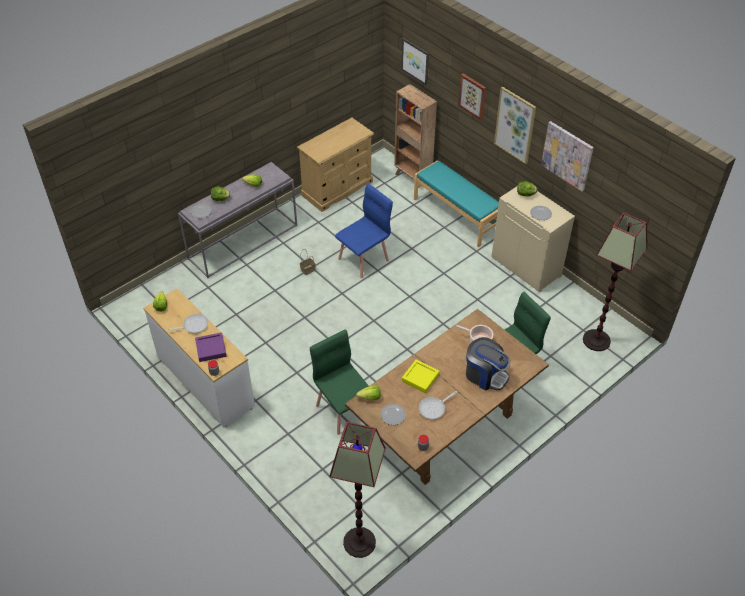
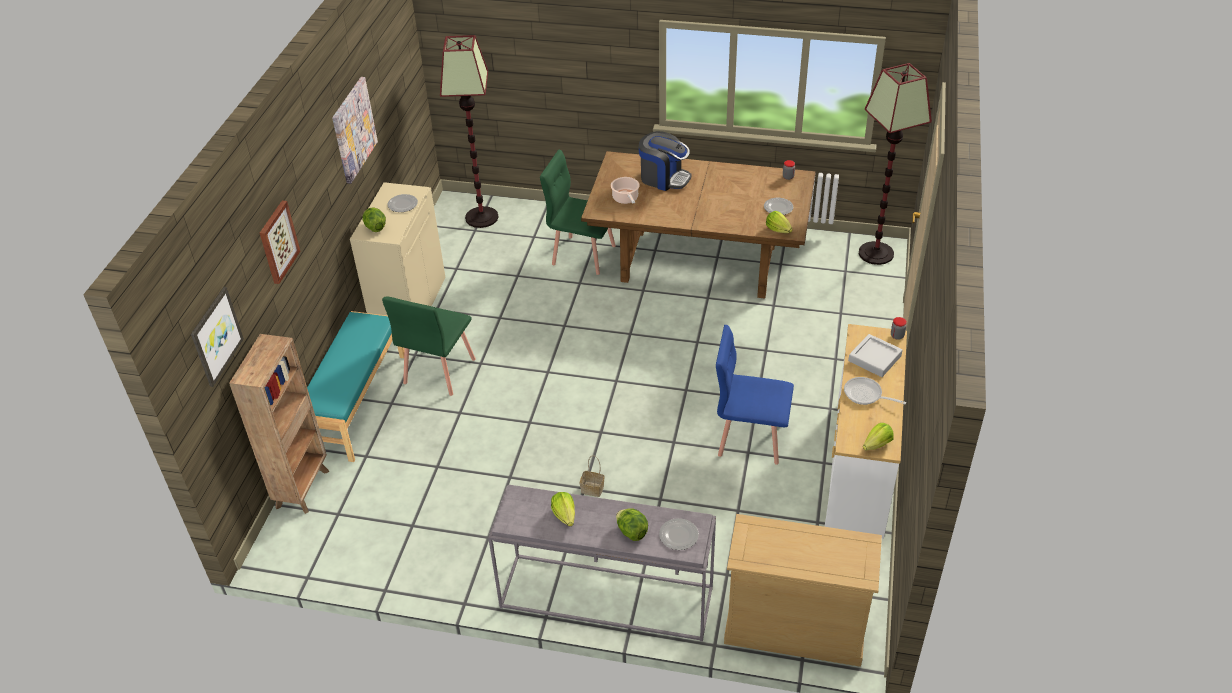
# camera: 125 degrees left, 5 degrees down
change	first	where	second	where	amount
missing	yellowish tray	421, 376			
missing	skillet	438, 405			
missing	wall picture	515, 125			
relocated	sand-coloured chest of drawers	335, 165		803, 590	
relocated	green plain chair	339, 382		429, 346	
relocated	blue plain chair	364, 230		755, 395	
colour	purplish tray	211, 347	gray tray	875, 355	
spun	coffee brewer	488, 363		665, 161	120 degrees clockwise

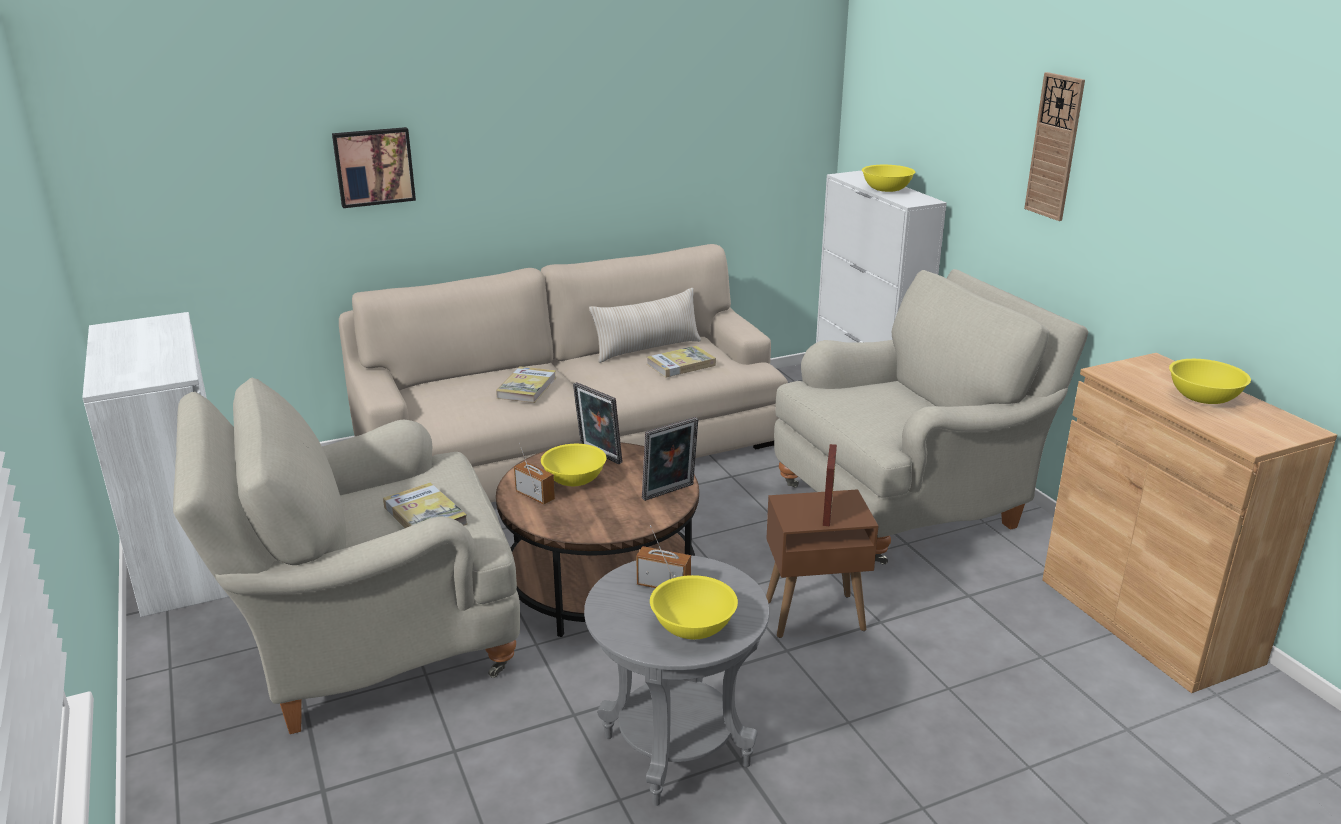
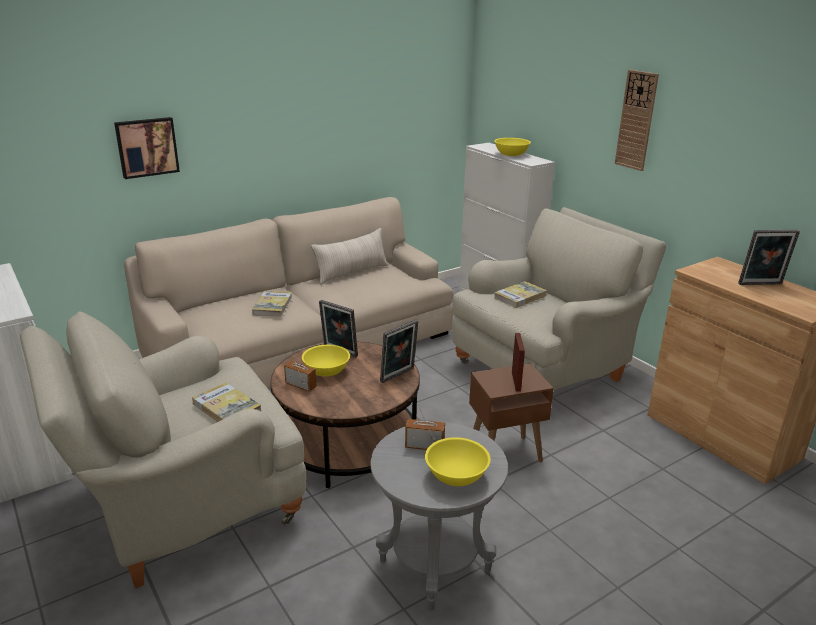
# camera: 10 degrees left, 0 degrees up
change	first	where	second	where	amount
relocated	book	681, 362		520, 294	
exchanged	yellowish bowl	1210, 381	photo frame	769, 257	

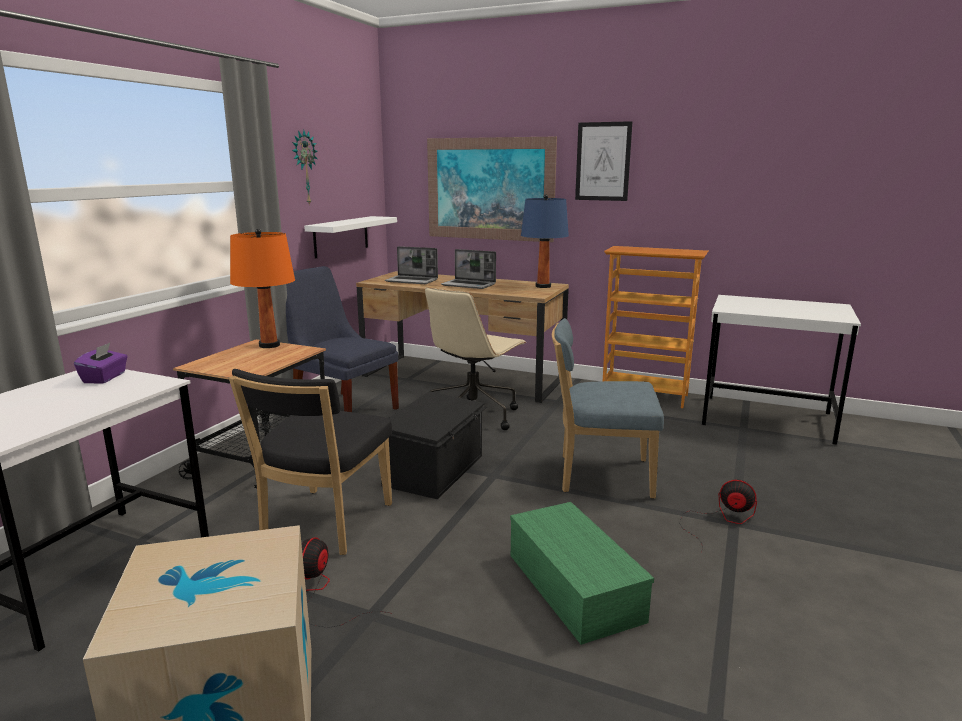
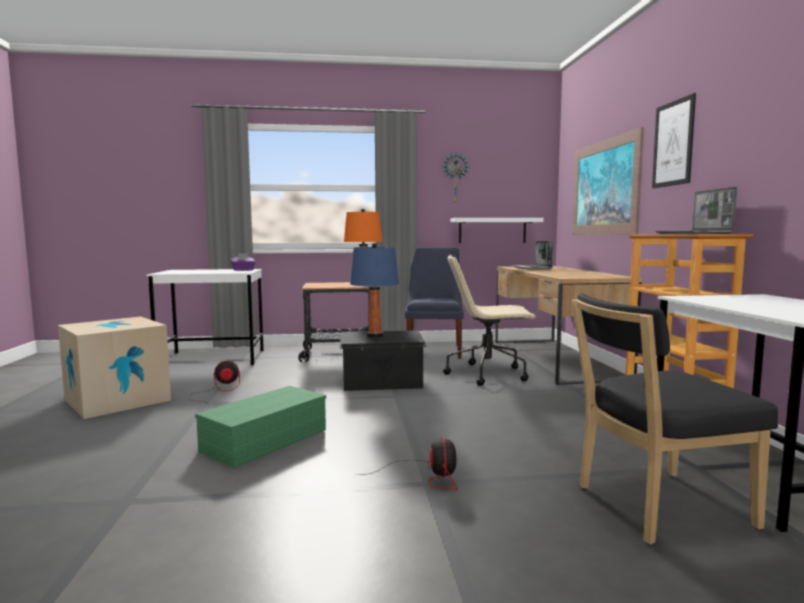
# camera: 60 degrees right, 10 degrees down
change	first	where	second	where	amount
missing	blue plain chair	608, 408			
relocated	black-coloured plain chair	310, 462		675, 418	
relocated	laptop	468, 269		696, 210	
relocated	blue tabletop lamp	545, 241		374, 290	

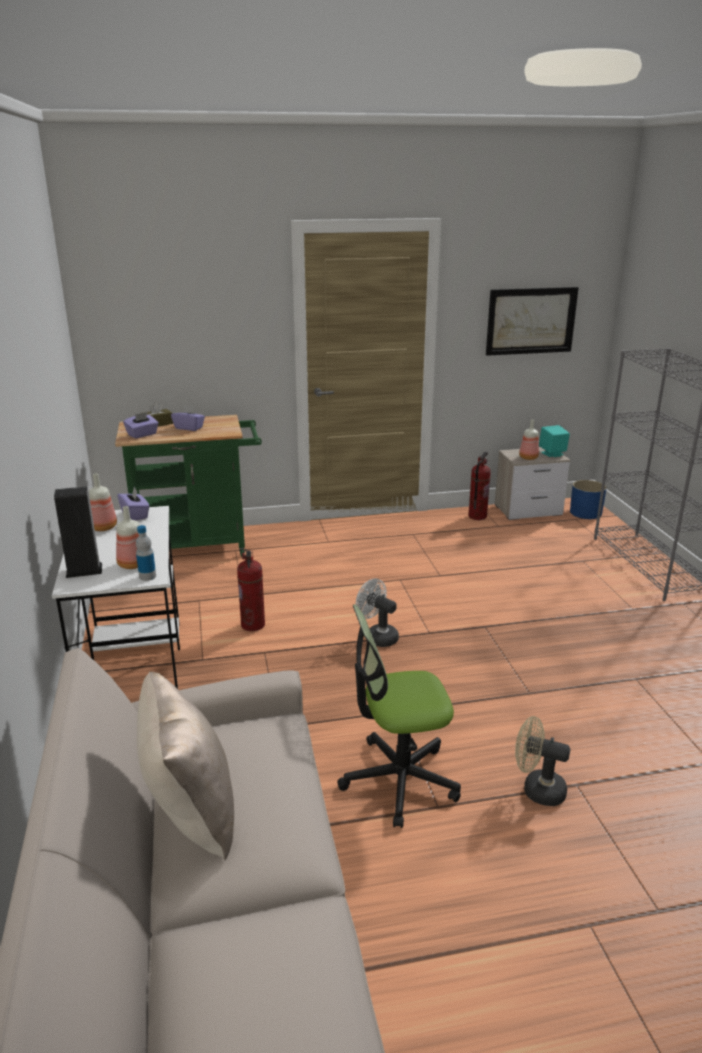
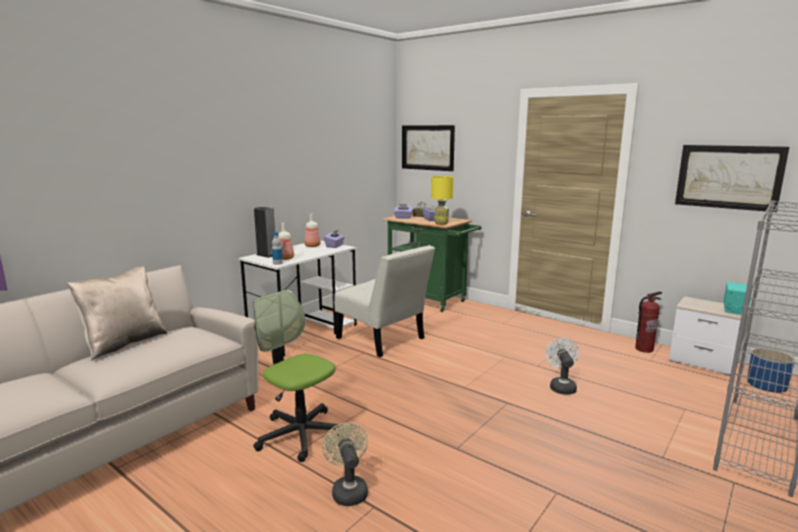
# camera: 50 degrees right, 10 degrees down
change	first	where	second	where	amount
missing	bottle	529, 439			
appeared			wall picture	428, 148	
appeared			yellowish tabletop lamp	442, 200	
relocated	white-coloured fan	377, 613		562, 366	
exchanged	fire extinguisher	251, 590	white-coloured plain chair	384, 301	

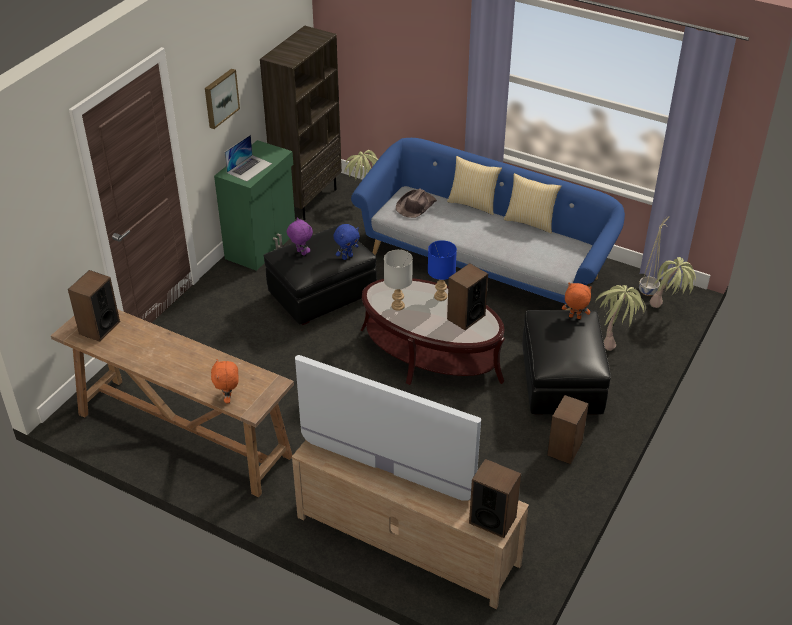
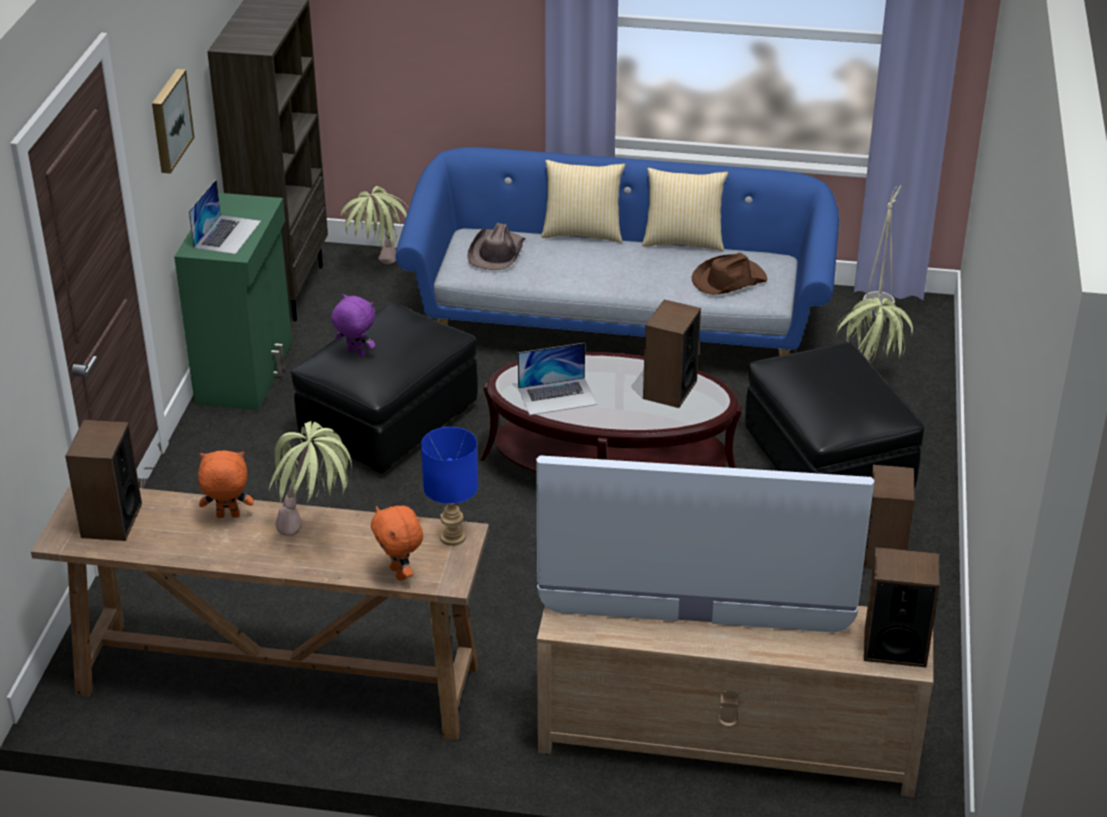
# camera: 20 degrees left, 5 degrees down
change	first	where	second	where	amount
missing	blue plush toy	346, 242			
appeared			brownish clothing hat	729, 274	
relocated	blue tabletop lamp	442, 270		449, 486	
relocated	orangey plush toy	577, 300		226, 484	
relocated	plant in a pot	673, 282		310, 478	
exchanged	gray tabletop lamp	398, 280	laptop	557, 379	

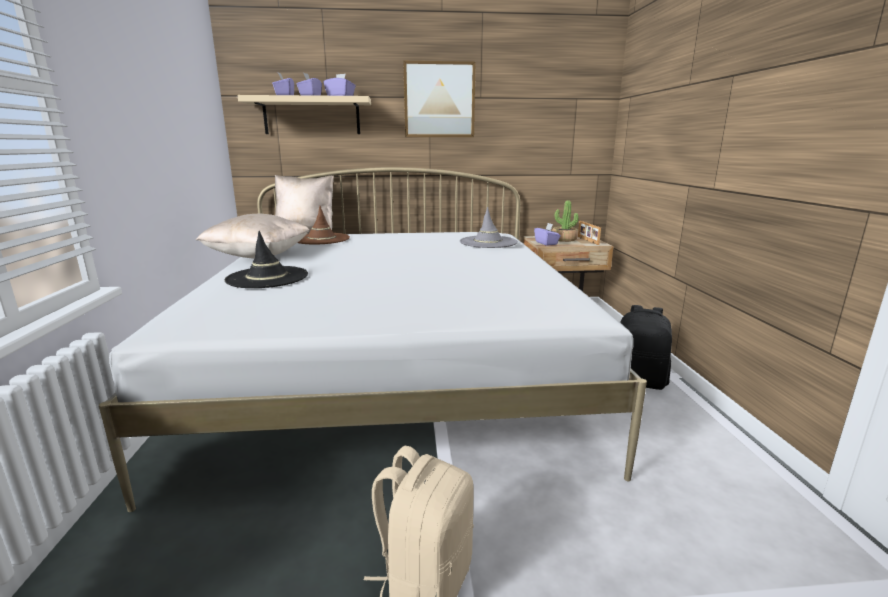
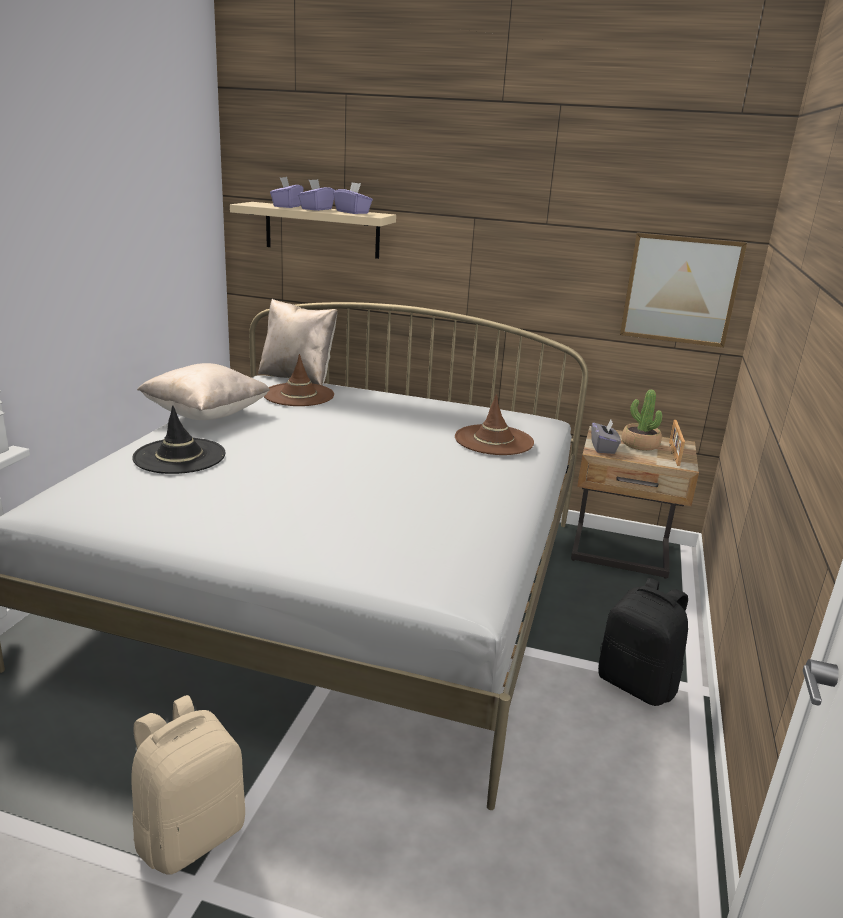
# camera: 20 degrees right, 5 degrees up
change	first	where	second	where	amount
relocated	wall picture	439, 99		683, 290	
colour	gray clothing hat	489, 227	brownish clothing hat	494, 424	
colour	purplish box of tissues	547, 234	gray box of tissues	606, 437	

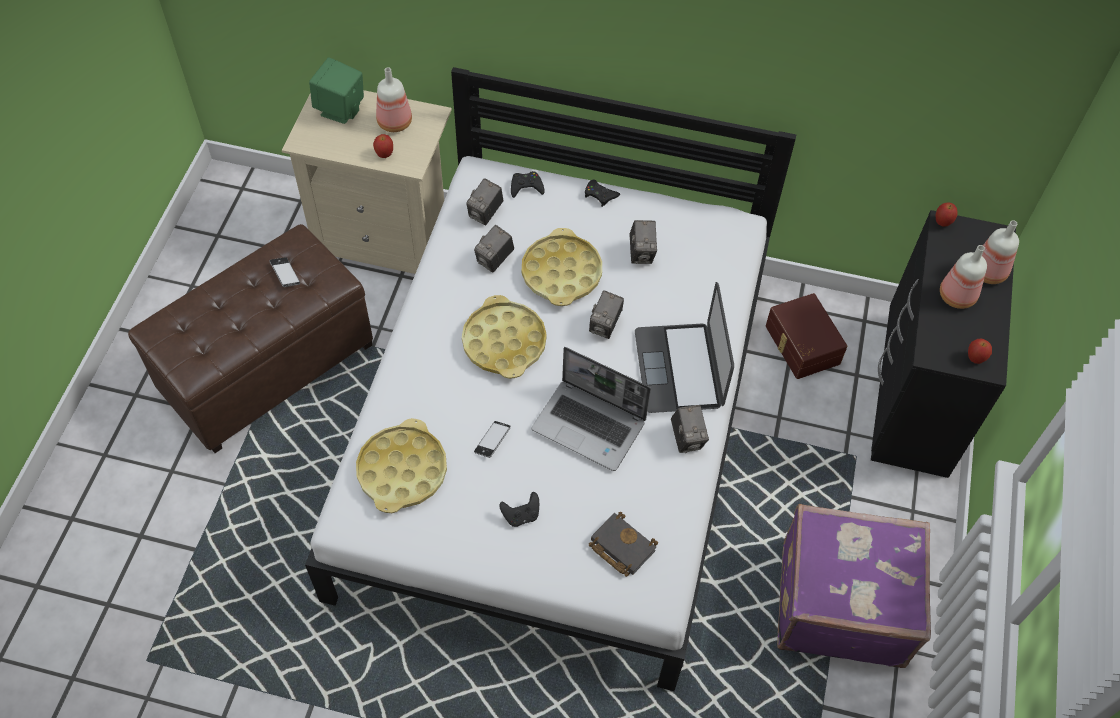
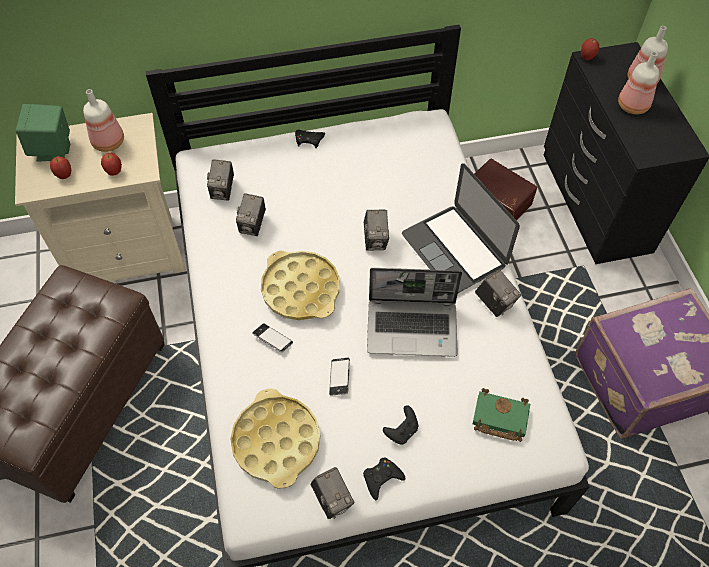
# camera: 25 degrees left, 0 degrees up
change	first	where	second	where	amount
missing	yellowish tray	562, 267			
relocated	telephone	285, 272		272, 337	
relocated	black-coloured gamepad	527, 184		384, 479	
relocated	photo camera	643, 242		333, 493	
relocated	apple fruit	980, 351		60, 167	
colour	black-coloured book	623, 544	green book	501, 415	

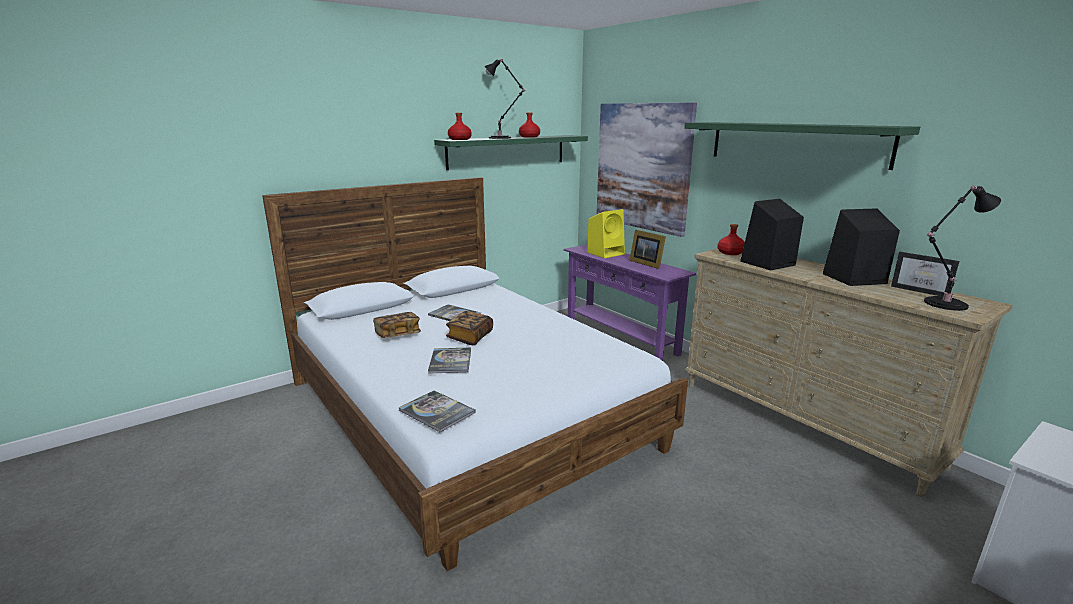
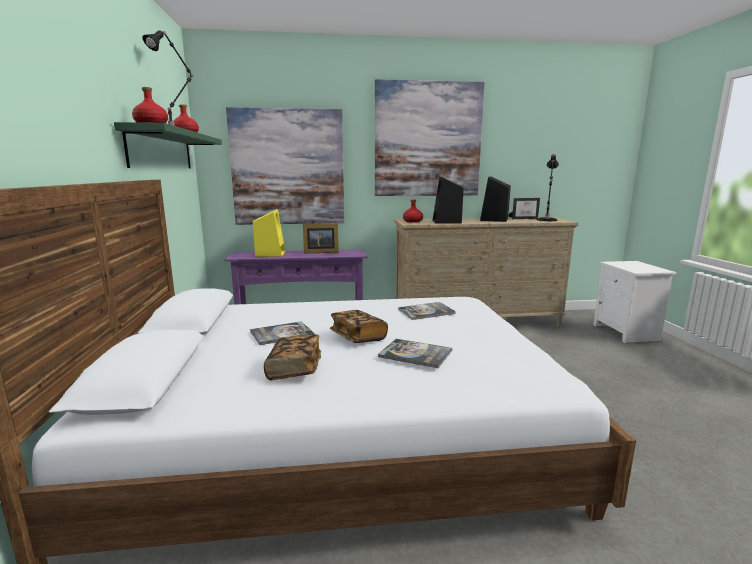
# camera: 60 degrees left, 5 degrees down
change	first	where	second	where	amount
relocated	book	437, 411		427, 311	
exchanged	green shelf	802, 146	wall picture	430, 137	

